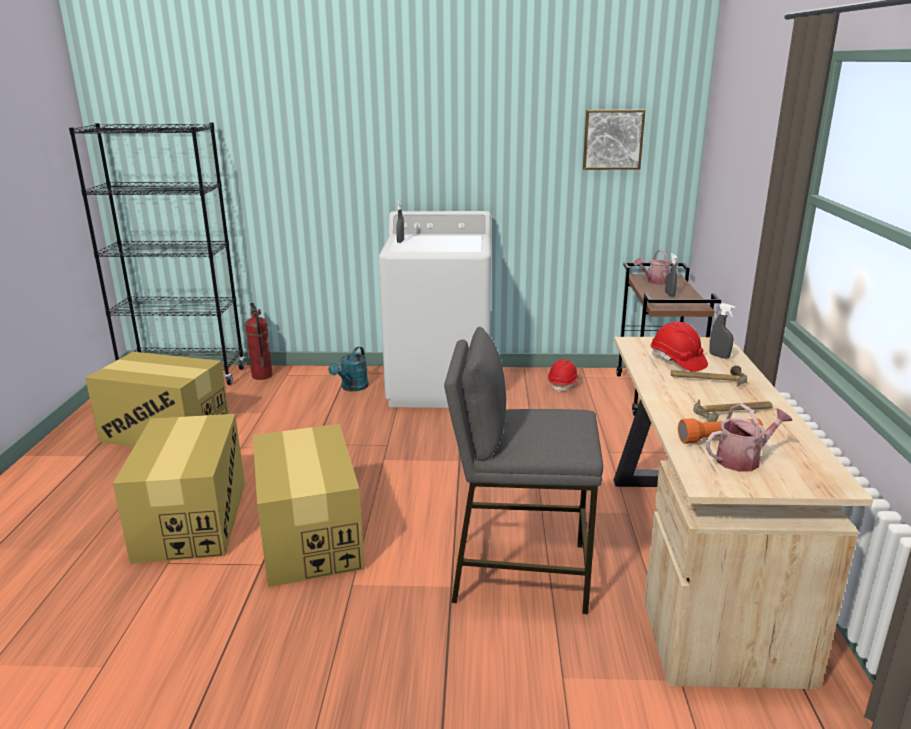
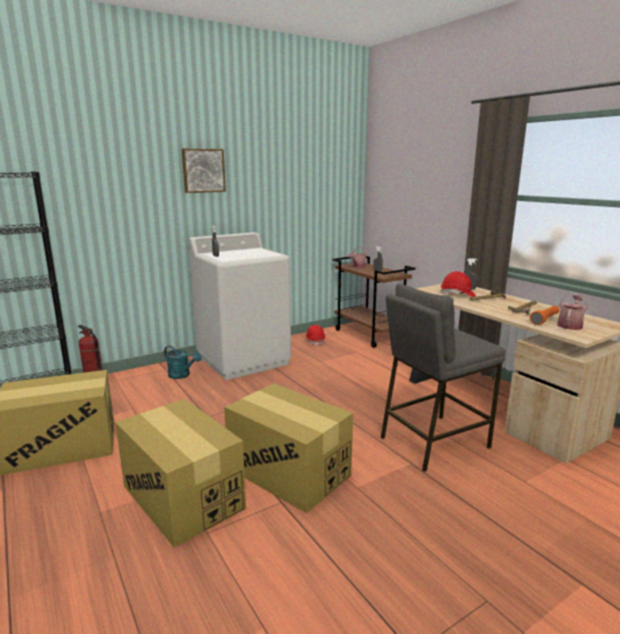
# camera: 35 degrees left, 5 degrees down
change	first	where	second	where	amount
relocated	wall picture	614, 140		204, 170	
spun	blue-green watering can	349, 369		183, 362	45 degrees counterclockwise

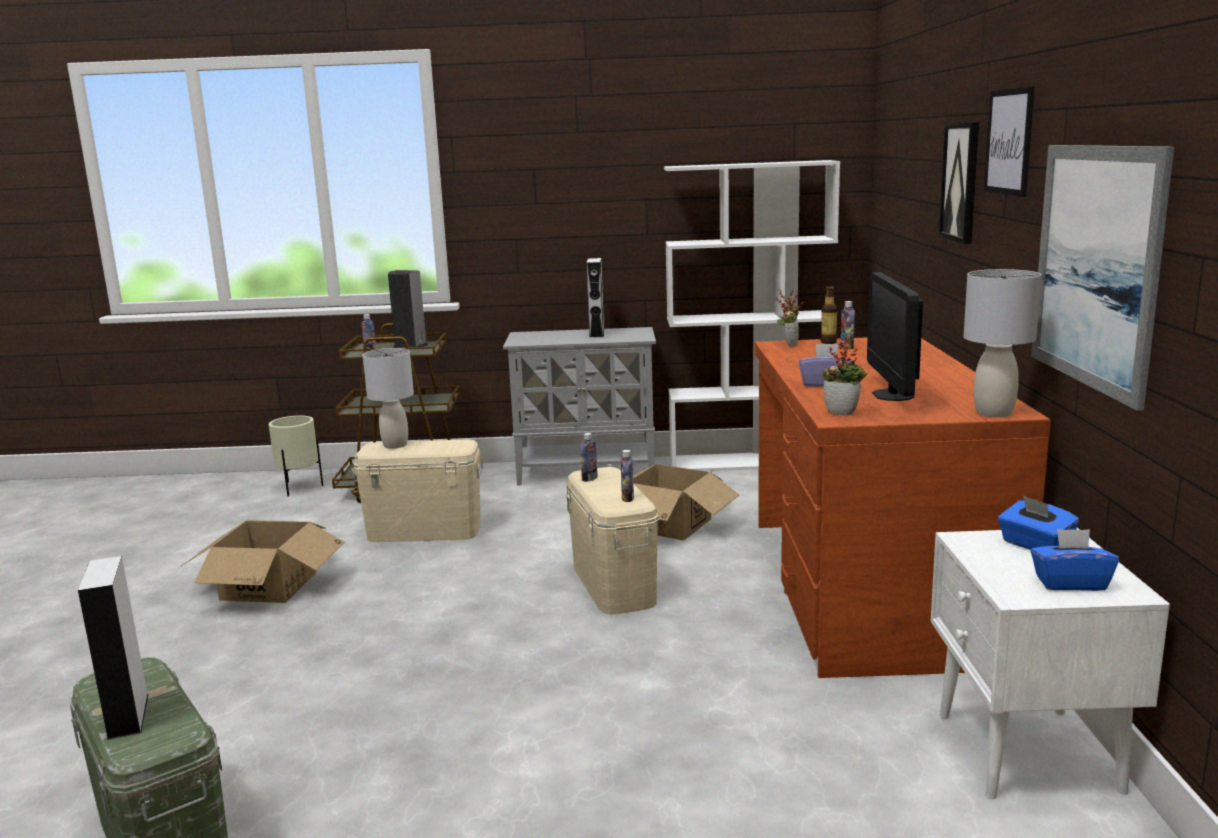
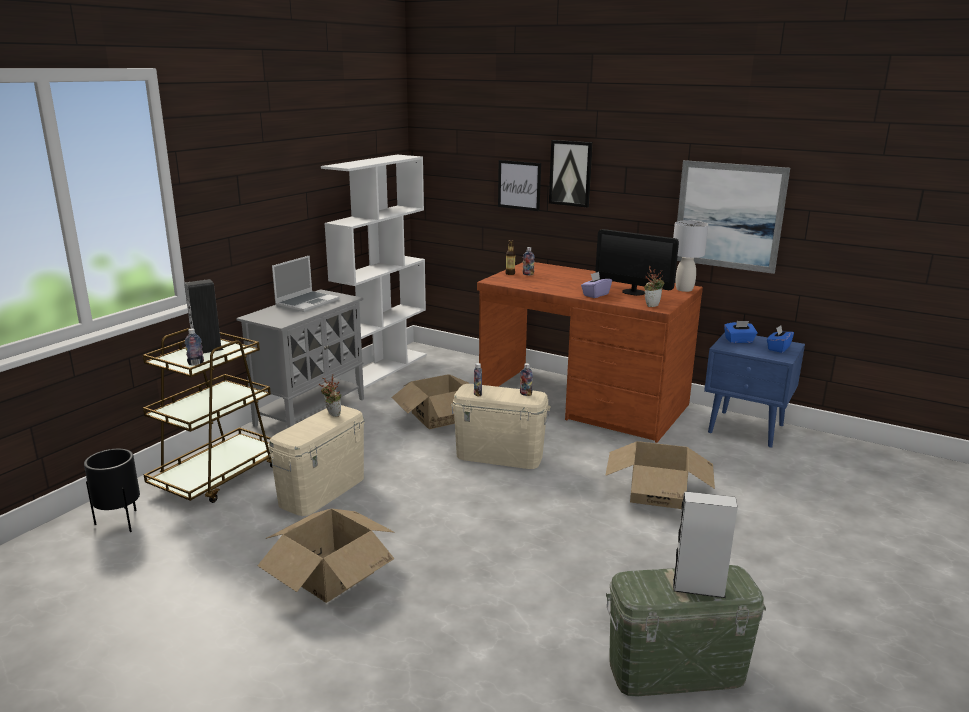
# camera: 60 degrees left, 5 degrees up
change	first	where	second	where	amount
missing	gray tabletop lamp	388, 398			
appeared			cardboard box	660, 475	
relocated	plant in a pot	790, 318		330, 396	
relocated	wall picture	1009, 141		519, 185	
exchanged	gray loudspeaker	595, 298	laptop	305, 283	
colour	sand-coloured plant pot	296, 456	black-coloured plant pot	112, 490	
colour	white-coloured bedside table	1050, 664	blue bedside table	754, 390	

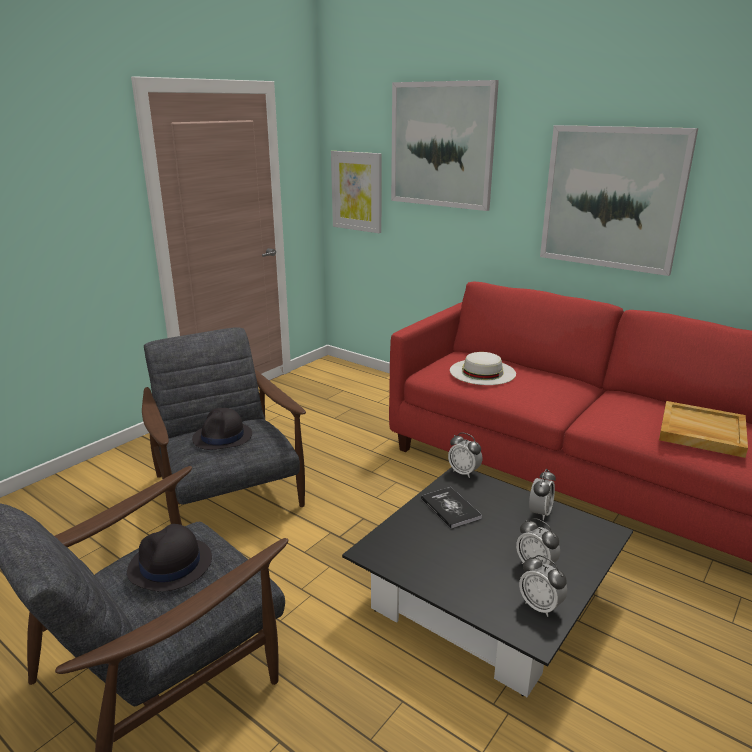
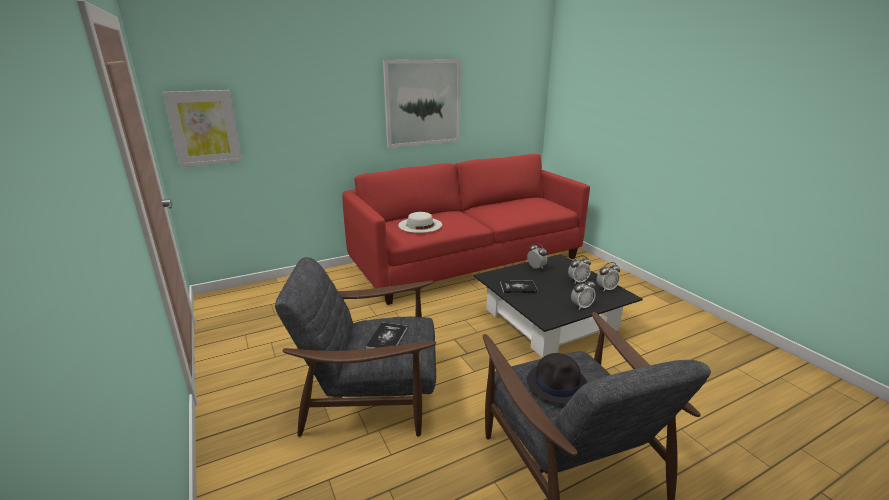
# camera: 65 degrees left, 0 degrees up
change	first	where	second	where	amount
missing	wall picture	445, 145			
missing	sand-coloured tray	703, 429			
relocated	alarm clock	465, 455		583, 294	
exchanged	black-coloured clothing hat	222, 429	book	386, 335	

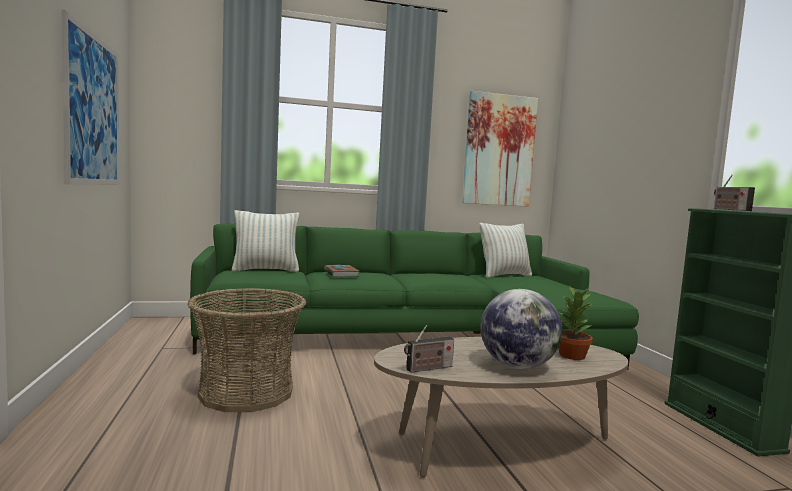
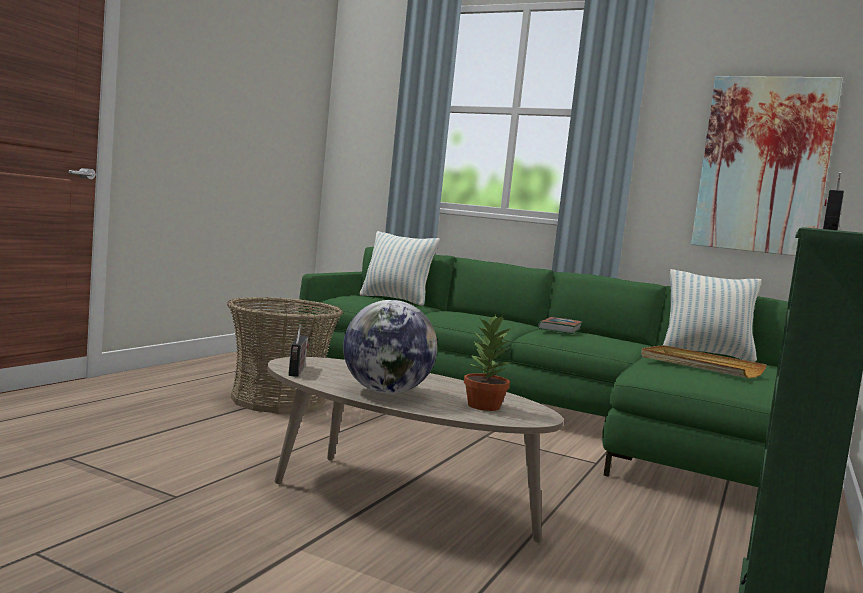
# camera: 40 degrees right, 0 degrees up
change	first	where	second	where	amount
missing	wall picture	90, 97			
appeared			sand-coloured tray	704, 361	
relocated	book	341, 271		560, 325	
spun	radio set	429, 349		298, 350	105 degrees counterclockwise

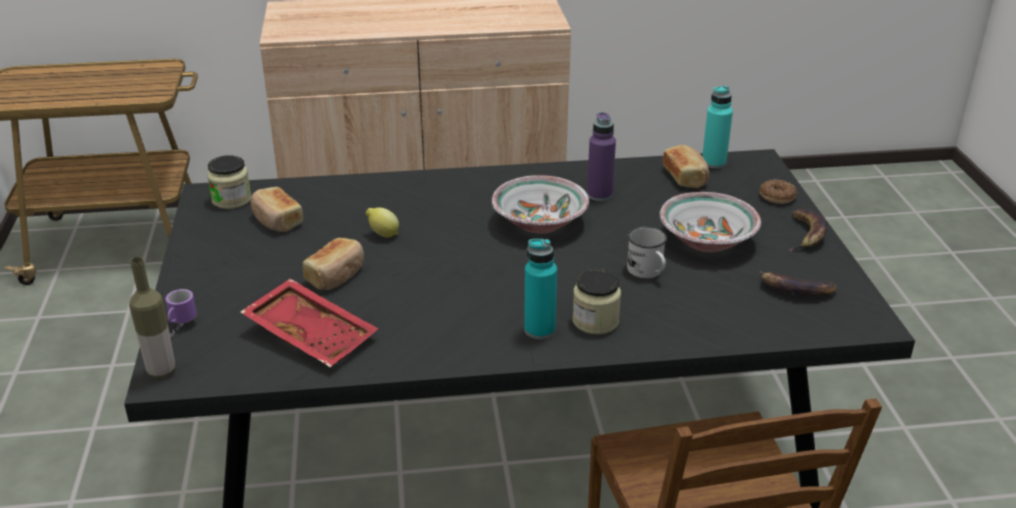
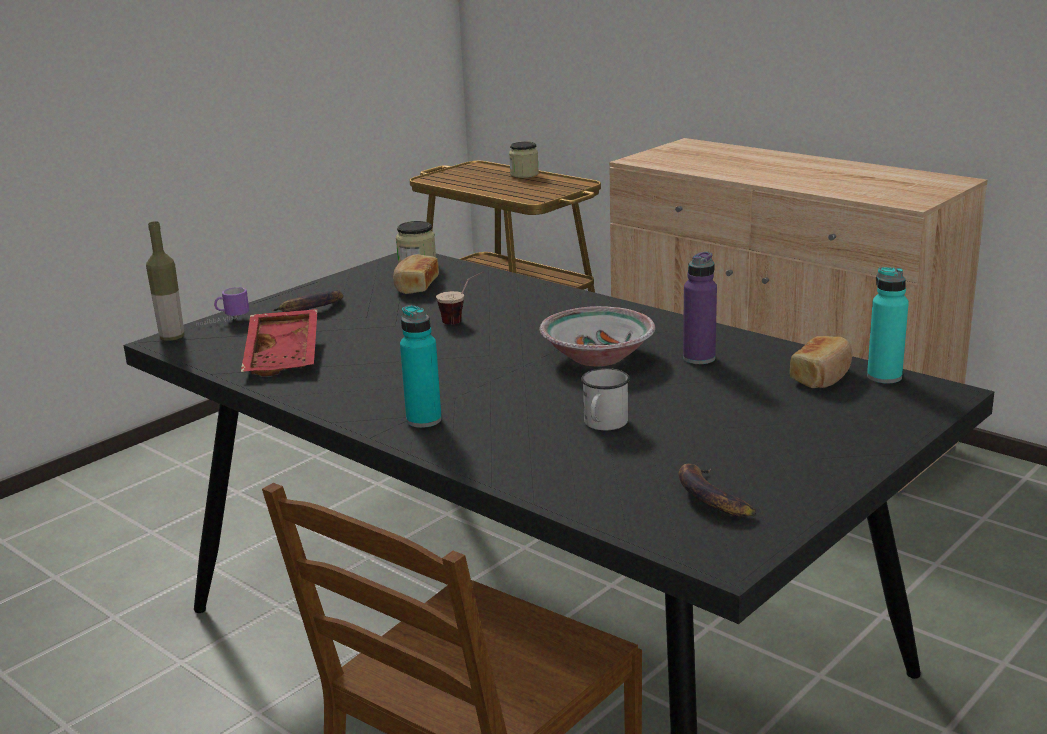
# camera: 50 degrees right, 10 degrees down
change	first	where	second	where	amount
missing	bread	333, 264			
missing	bowl	710, 222			
missing	ring doughnut	778, 192			
relocated	preserve jar	597, 301		524, 160	
relocated	banana	807, 230		307, 301	
exchanged	whole lemon	382, 223	small cup	460, 297	

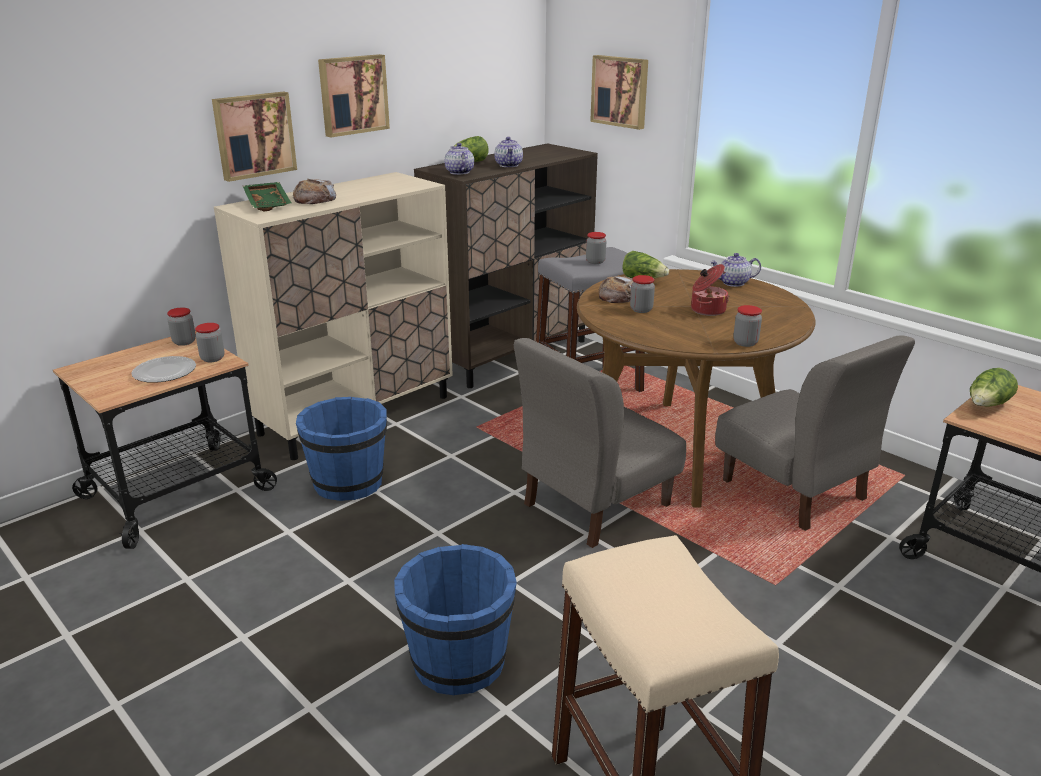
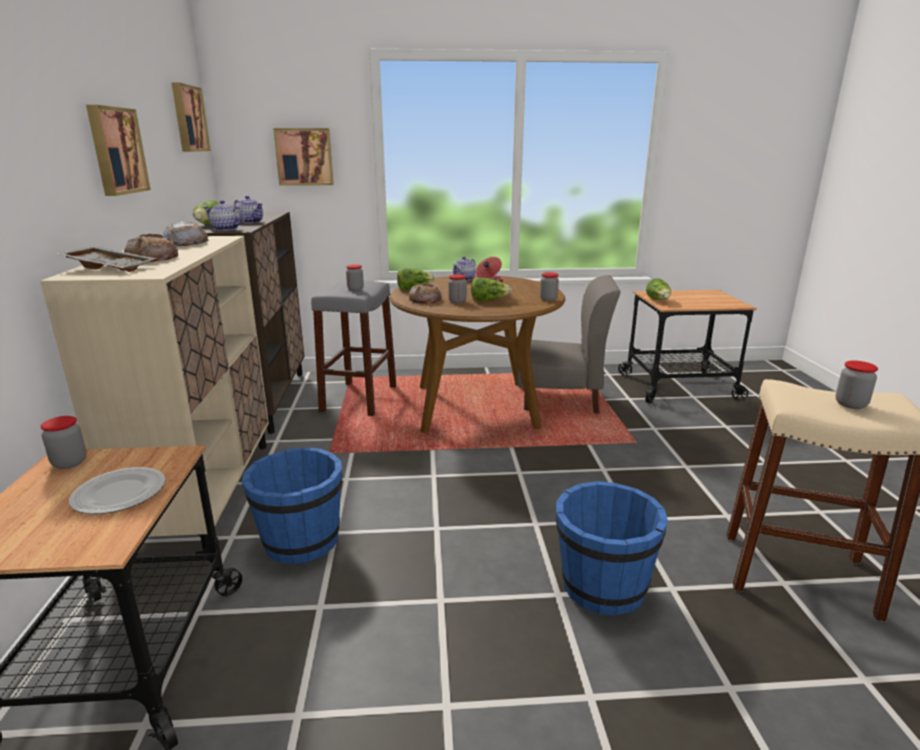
# camera: 50 degrees left, 5 degrees down
change	first	where	second	where	amount
missing	gray plain chair	600, 443			
appeared			bread	186, 233	
appeared			head of lettuce	491, 289	
relocated	preserve jar	209, 342		857, 385	
relocated	wall picture	254, 136		191, 117	
colour	green tray	267, 196	gray tray	106, 259	

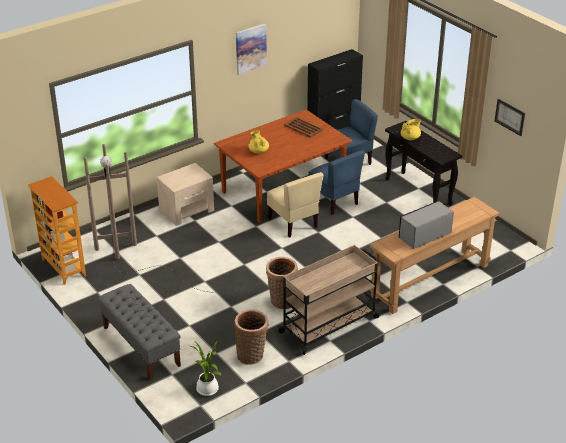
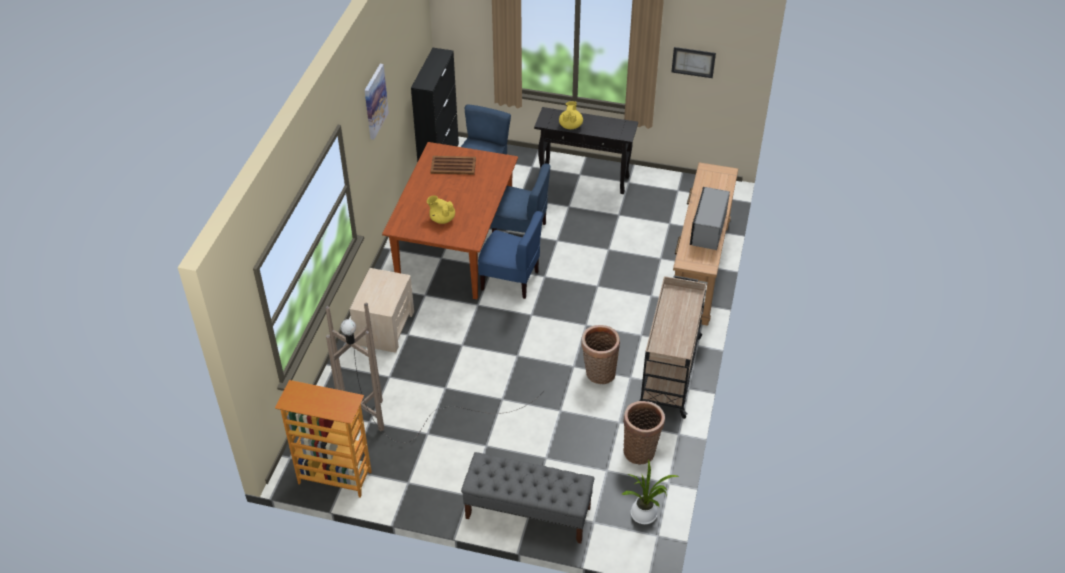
# camera: 40 degrees left, 10 degrees up
change	first	where	second	where	amount
colour	sand-coloured plain chair	295, 205	blue plain chair	510, 255	

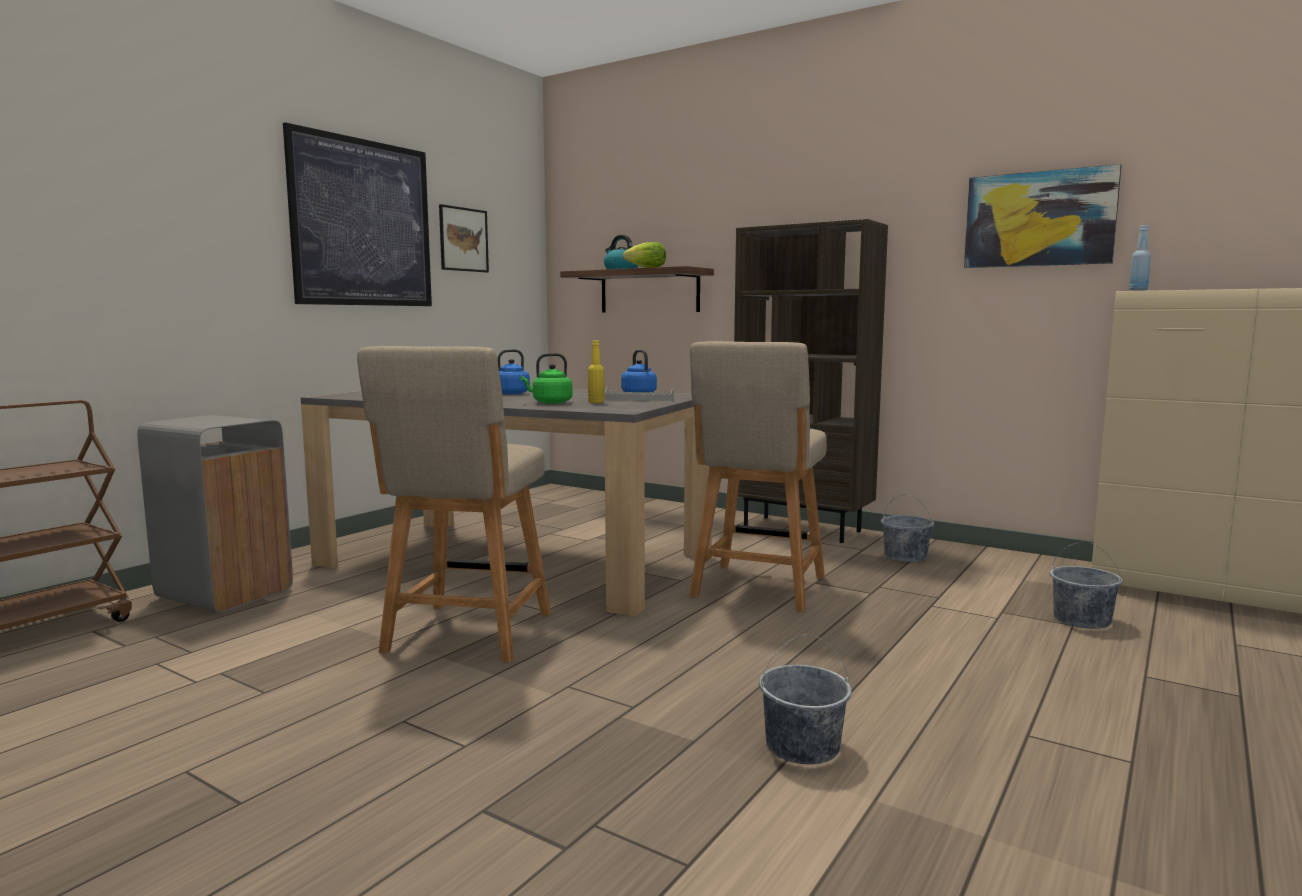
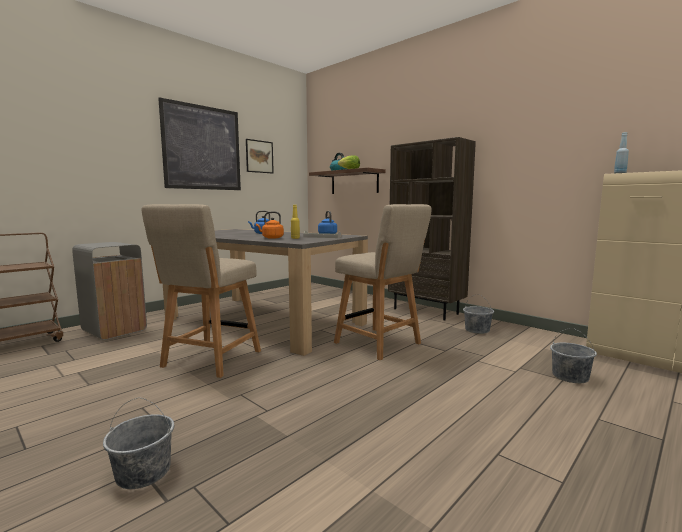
# camera: 10 degrees right, 0 degrees up
change	first	where	second	where	amount
missing	wall picture	1042, 216			
relocated	gray water bucket	805, 699		138, 443	
colour	green tea kettle	546, 378	orangey tea kettle	270, 225	
spun	sand-coloured plain chair	758, 476		383, 282	75 degrees counterclockwise

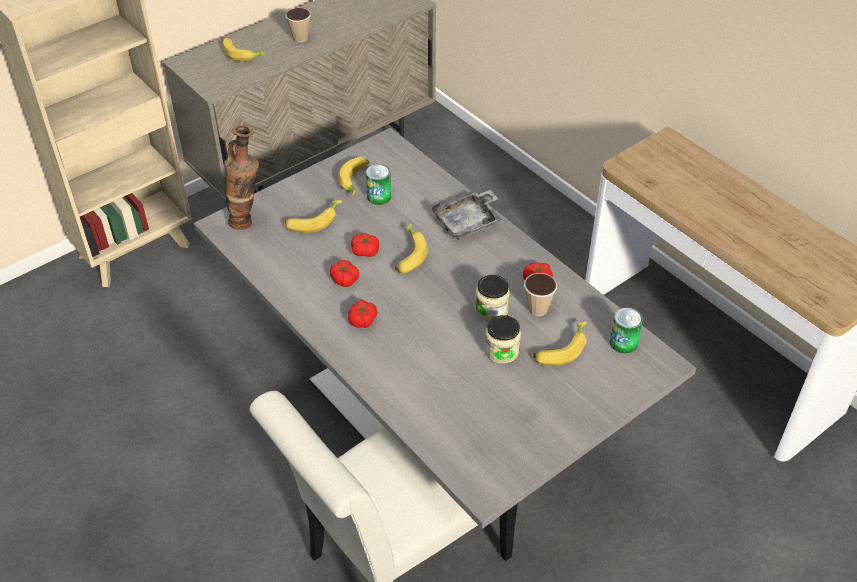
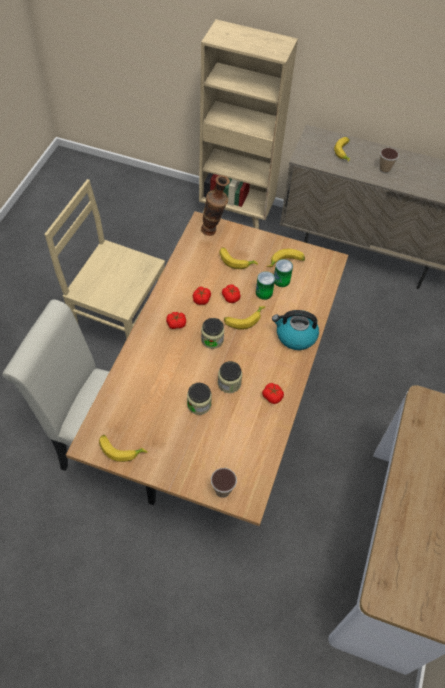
# camera: 55 degrees right, 10 degrees up
change	first	where	second	where	amount
appeared			sand-coloured plain chair	105, 259	
appeared			preserve jar	212, 333	
relocated	small cup	540, 294		224, 483	
relocated	banana	560, 344		123, 448	
relocated	metal can	626, 330		265, 285	
exchanged	gray tray	467, 215	tea kettle	295, 330	
colour	gray dinner table	445, 328	brownish dinner table	207, 368	

